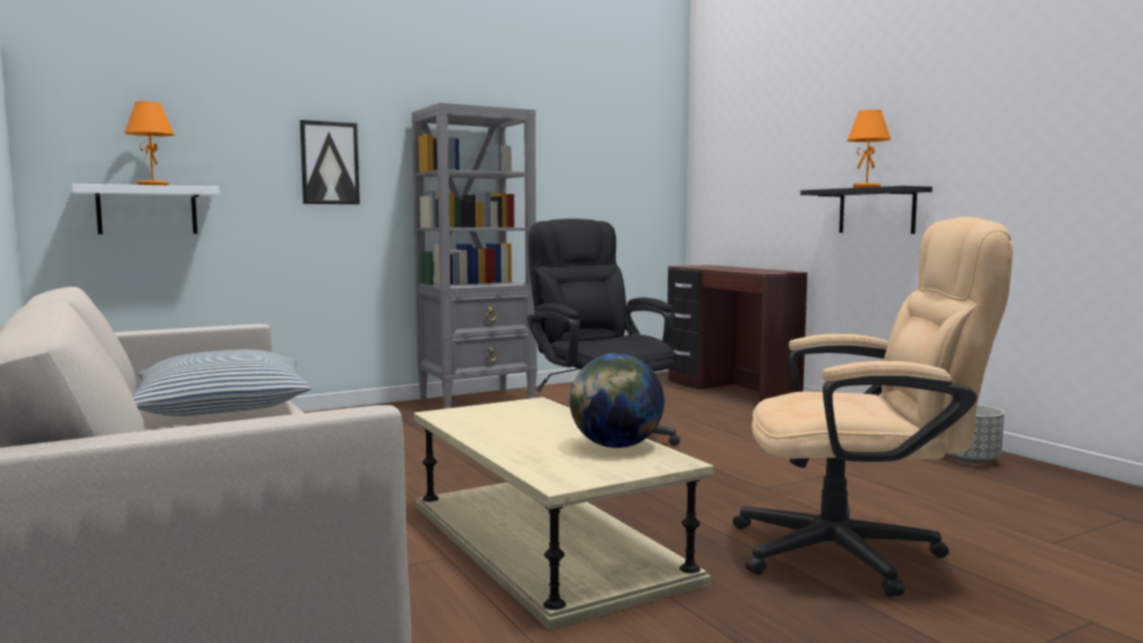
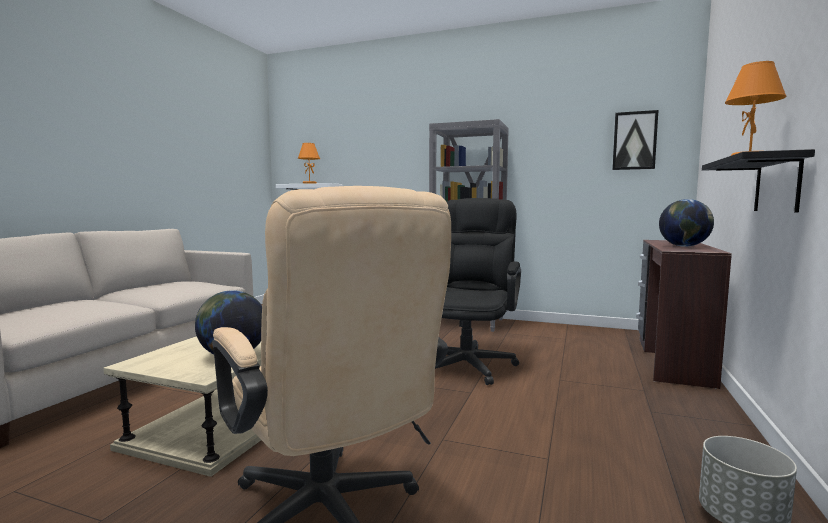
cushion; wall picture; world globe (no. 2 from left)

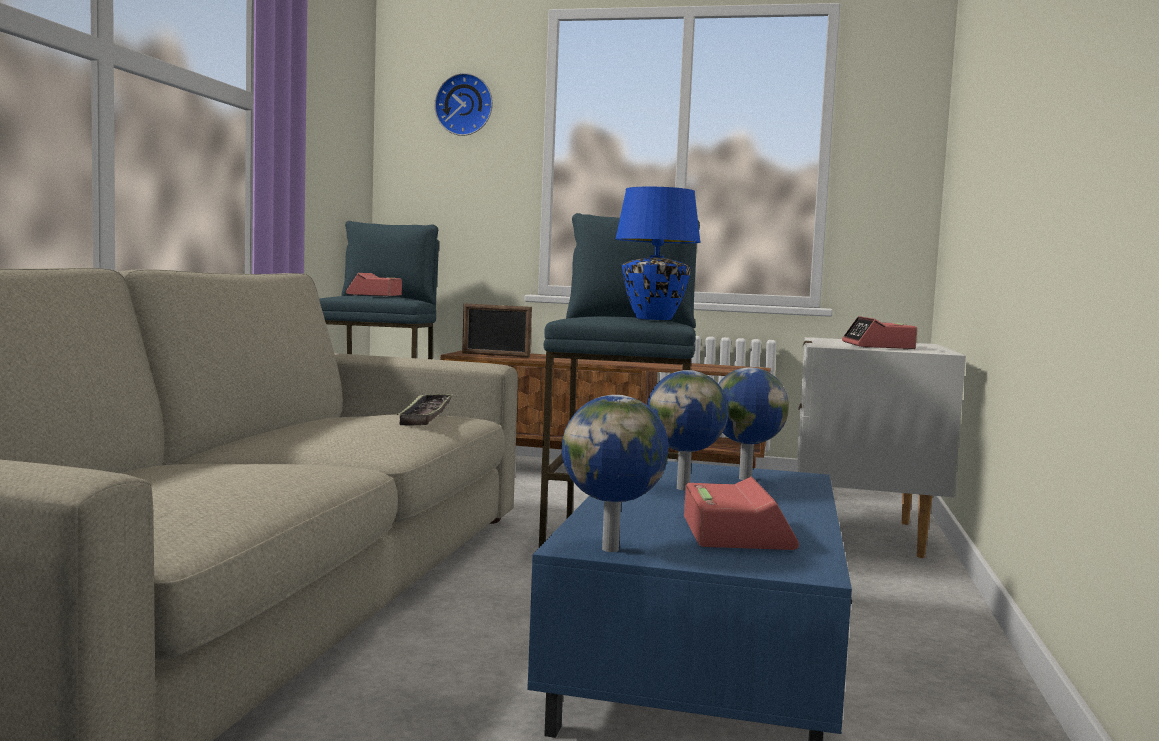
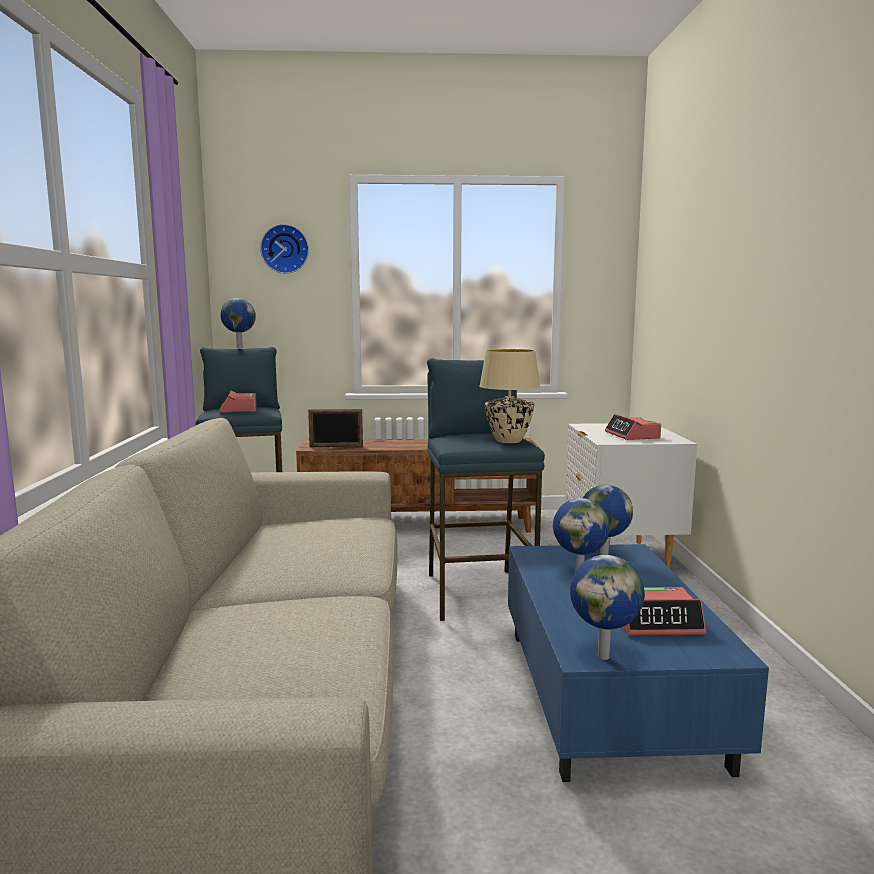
serving tray; tabletop lamp (sand-coloured); bedside clock (no. 3 from left); world globe (no. 1 from left)

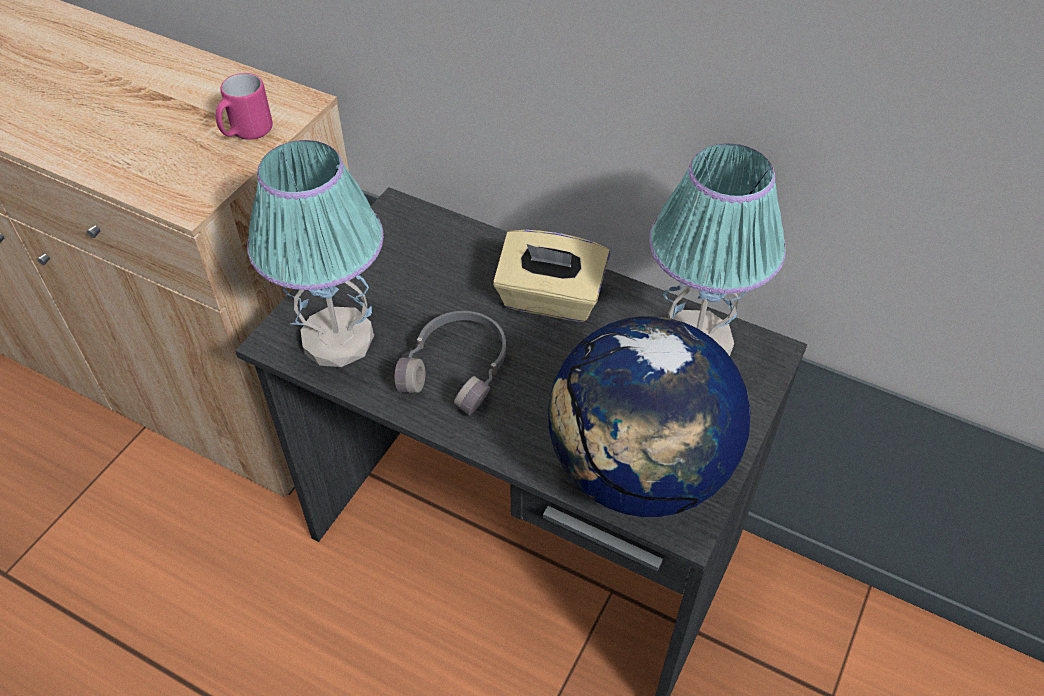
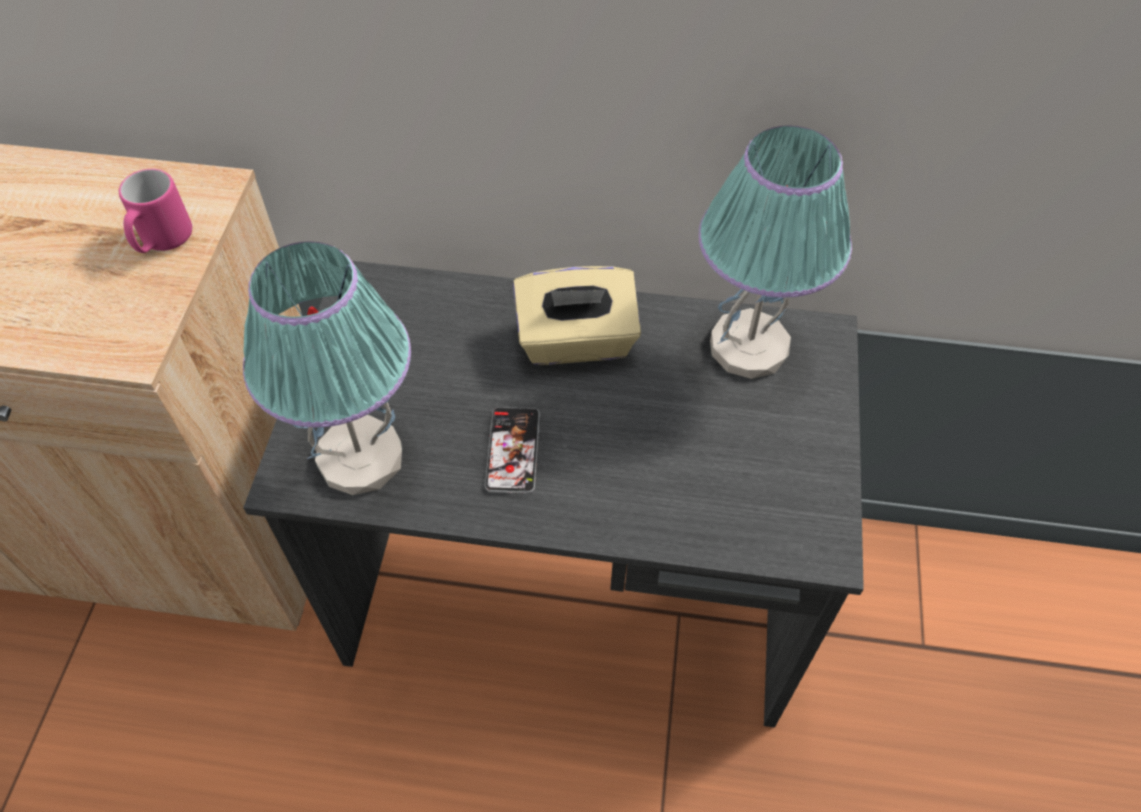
telephone; world globe

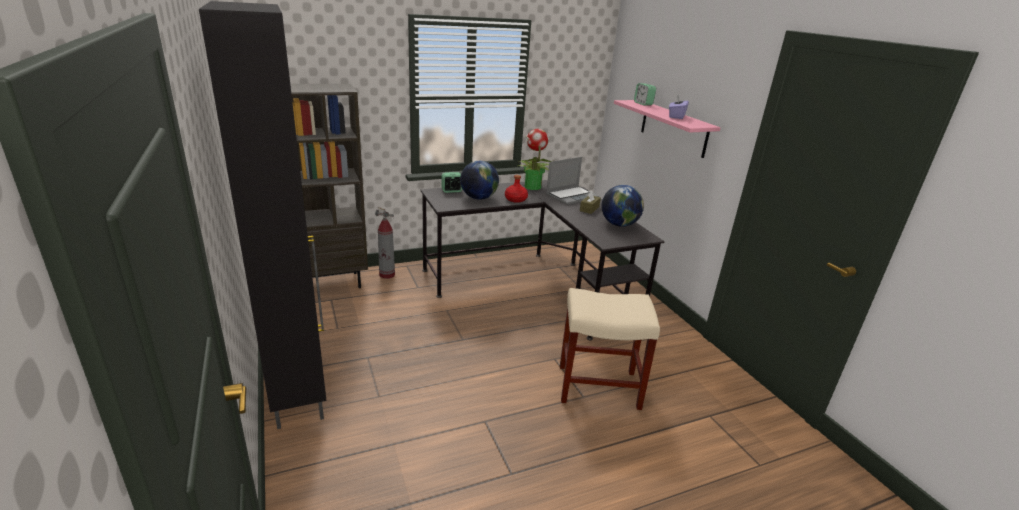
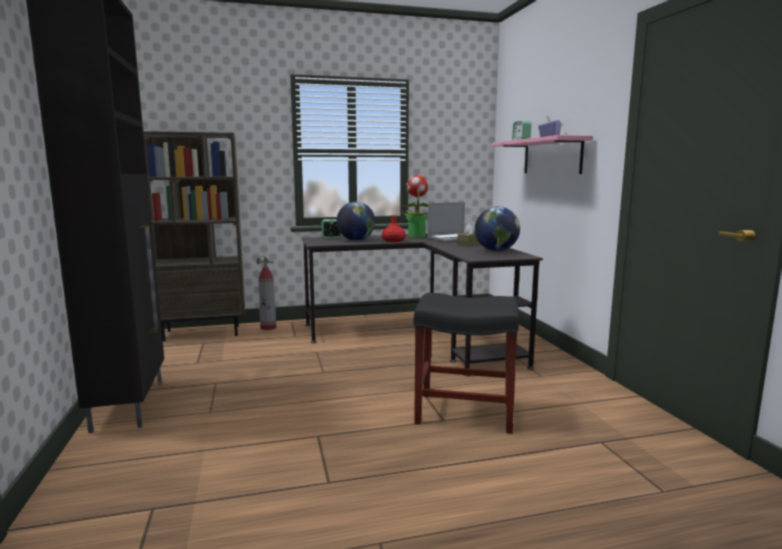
stool seat (blackish)

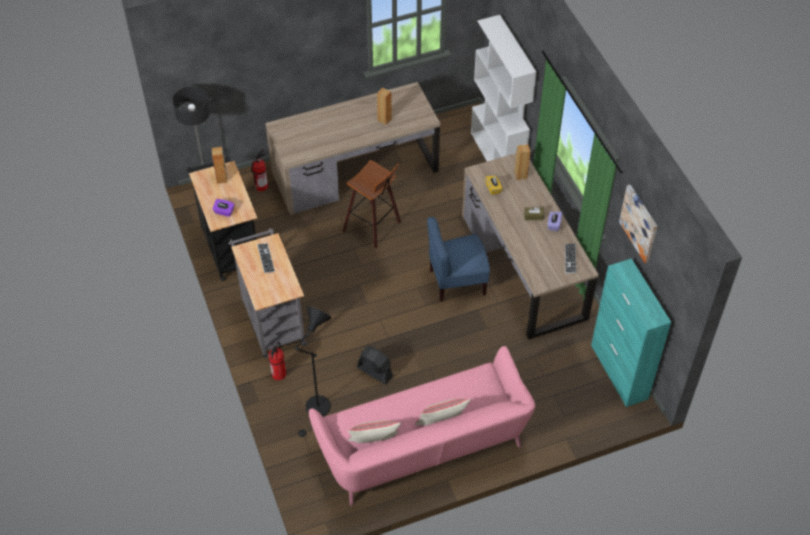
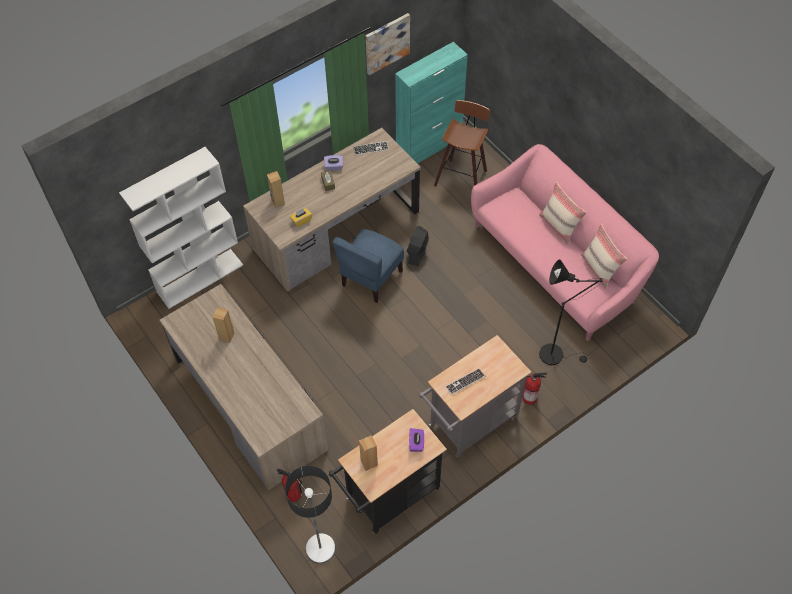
stool seat; cooling fan (blackish); chair (blue-coloured)

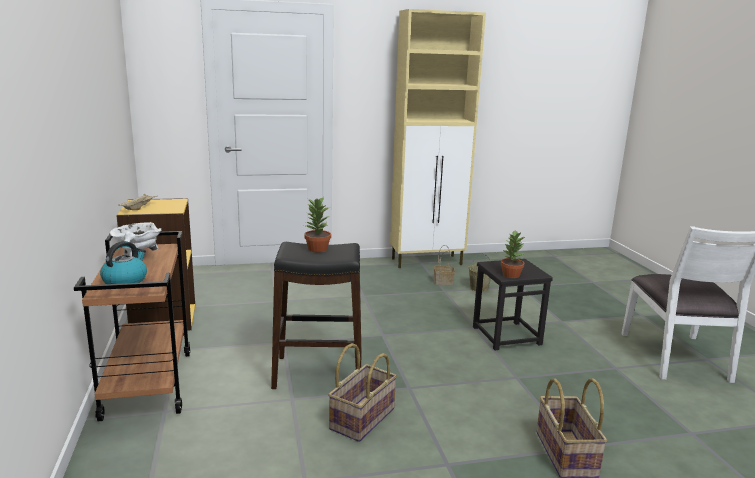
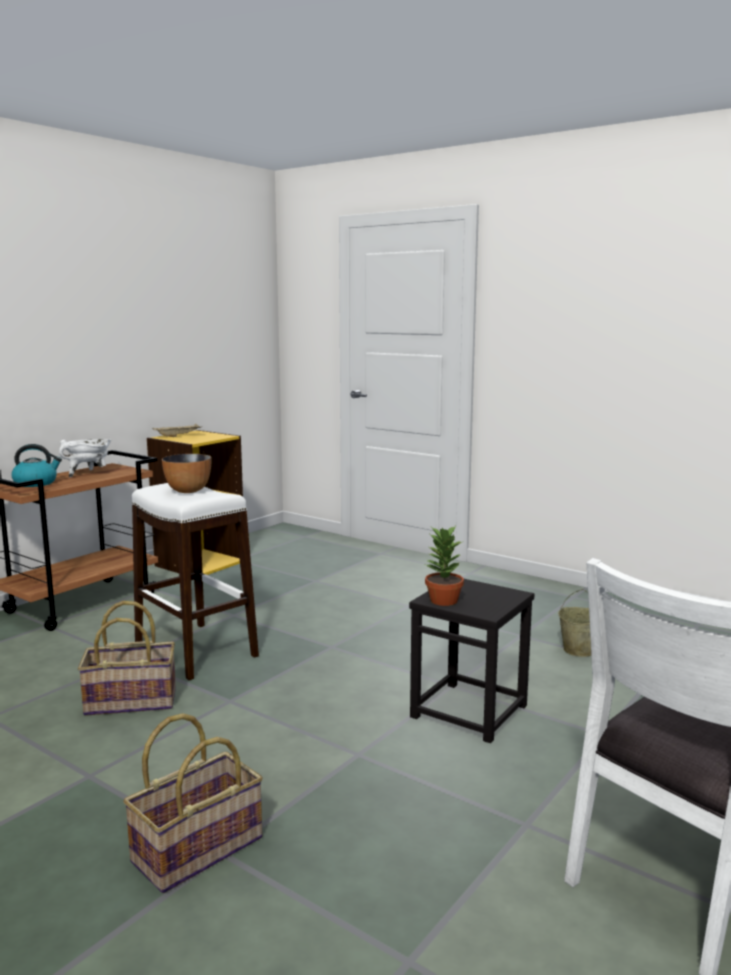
stool seat (white-coloured); bowl; storage cabinet (sand-coloured); basket (no. 2 from left in the first image)

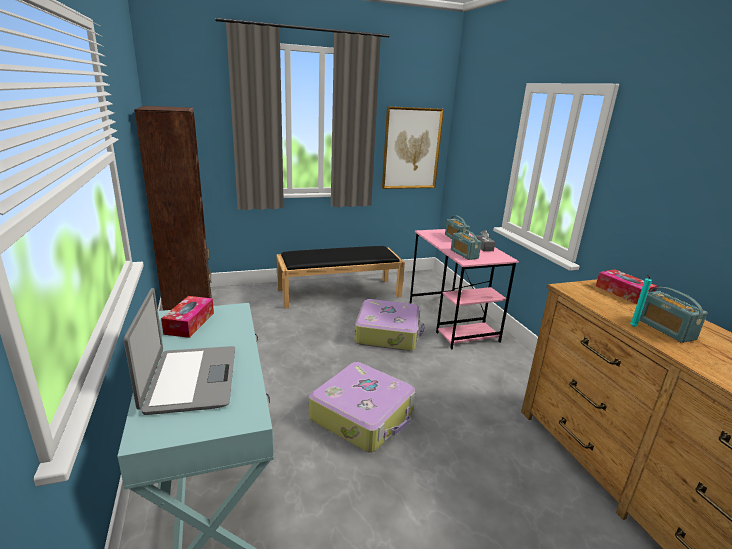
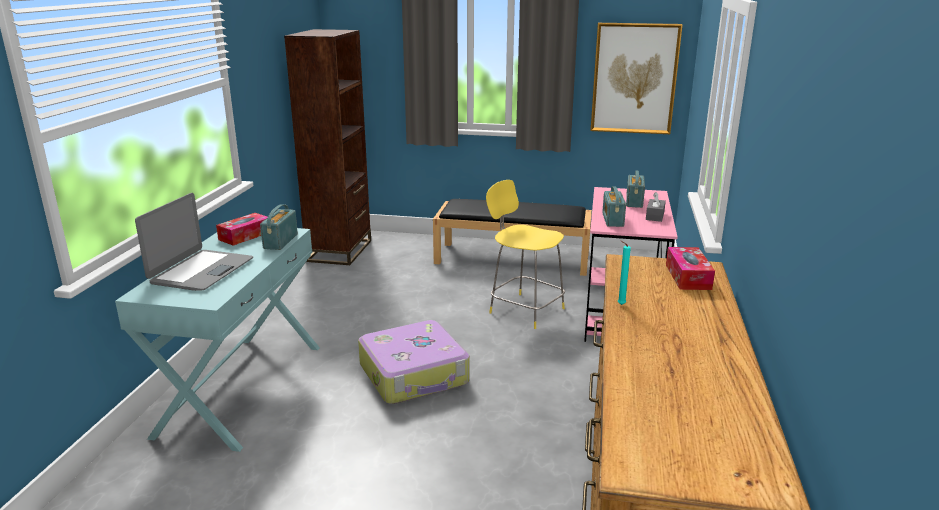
stool seat (yellowish); radio receiver (no. 1 from left)

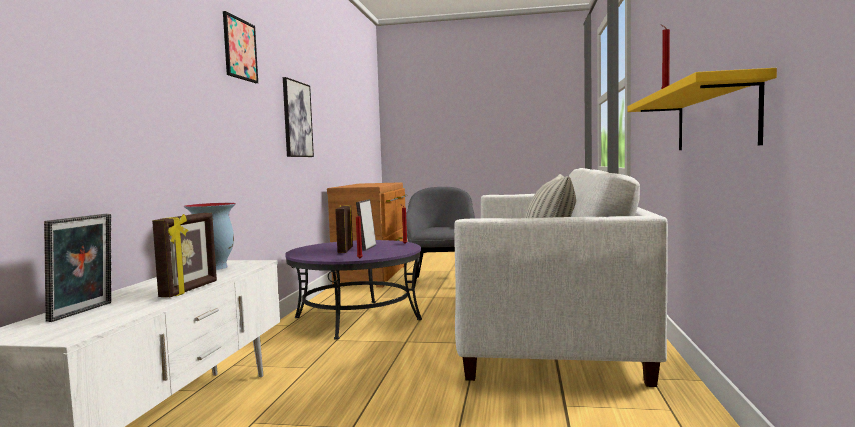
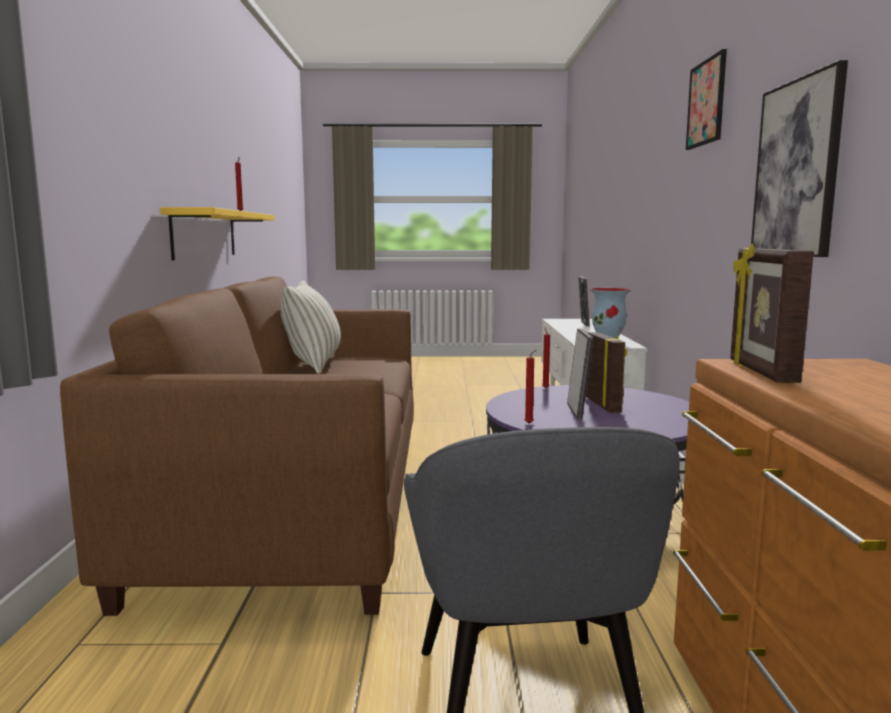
picture frame (no. 4 from left); settee (brown)

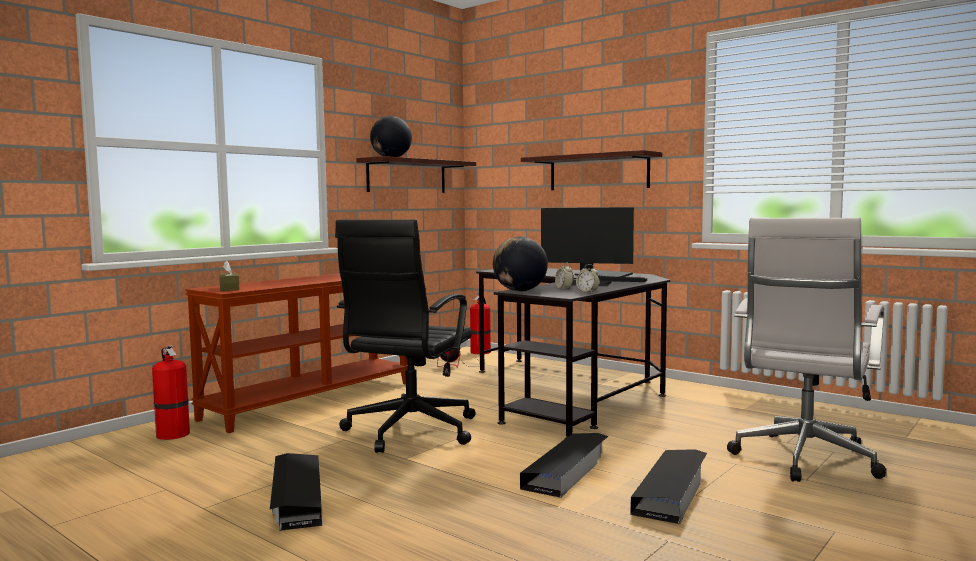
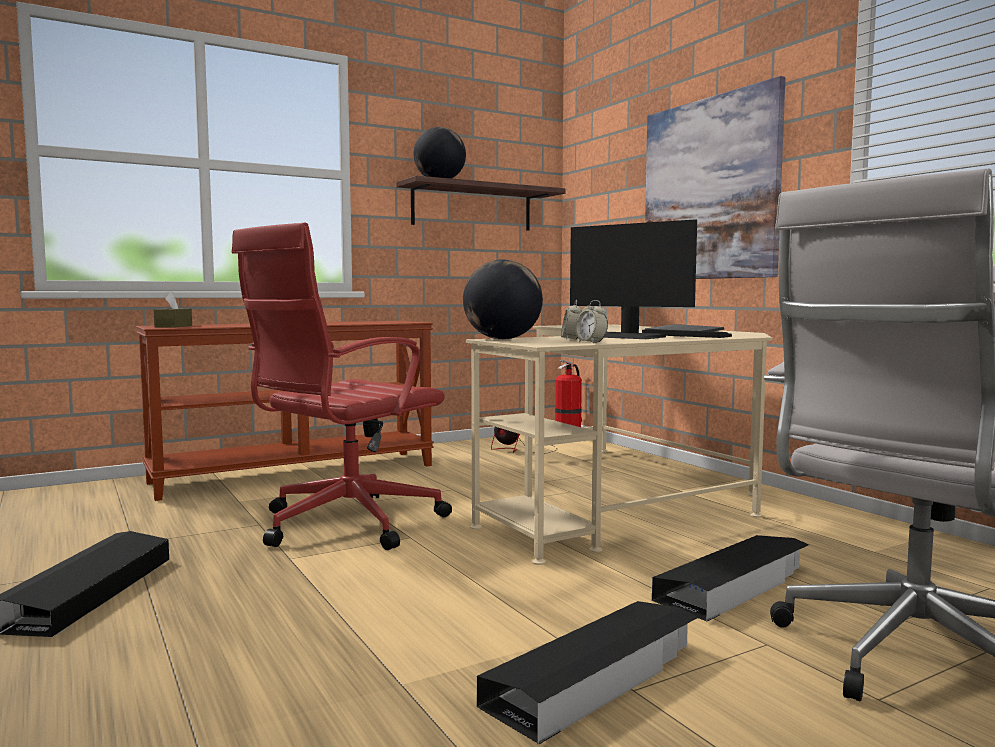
extinguisher (no. 1 from left in the first image); desk chair (red); desk (sand-coloured); storage bin (blackish) (no. 3 from left); wall picture

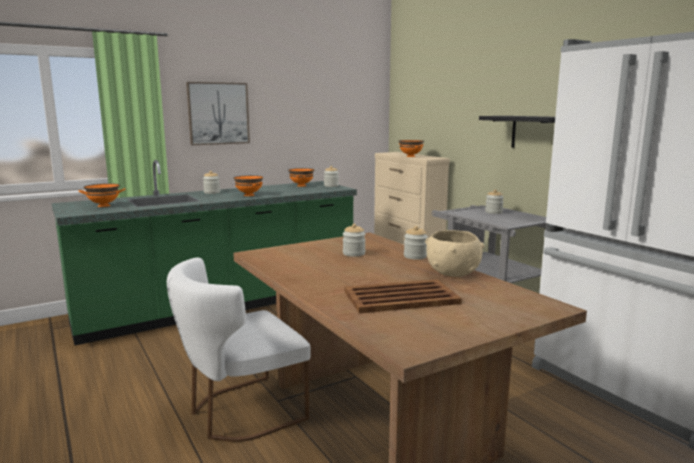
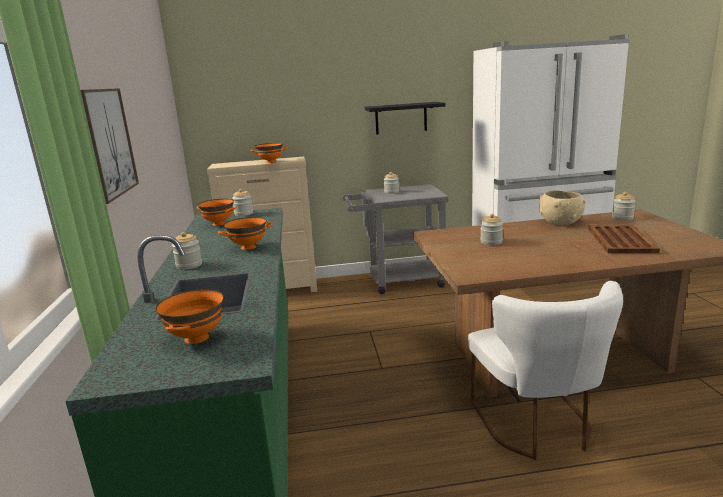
preserve jar (no. 5 from left)

